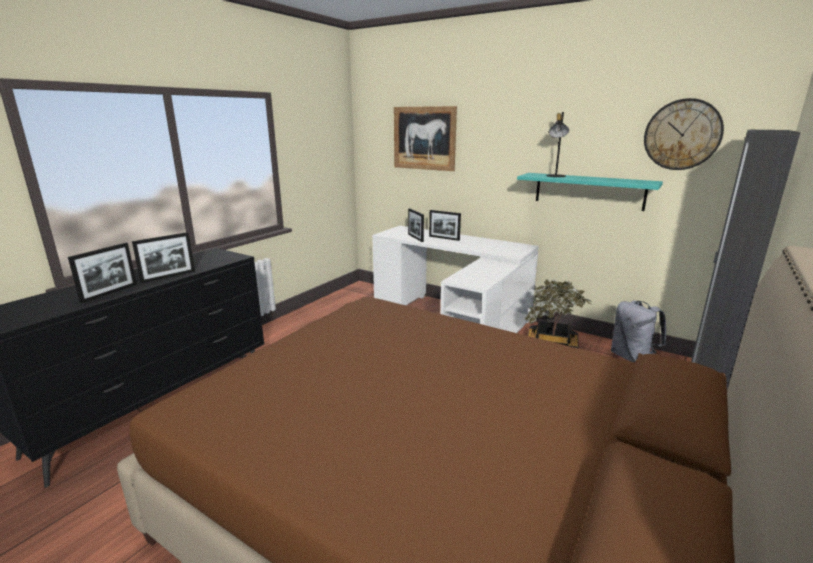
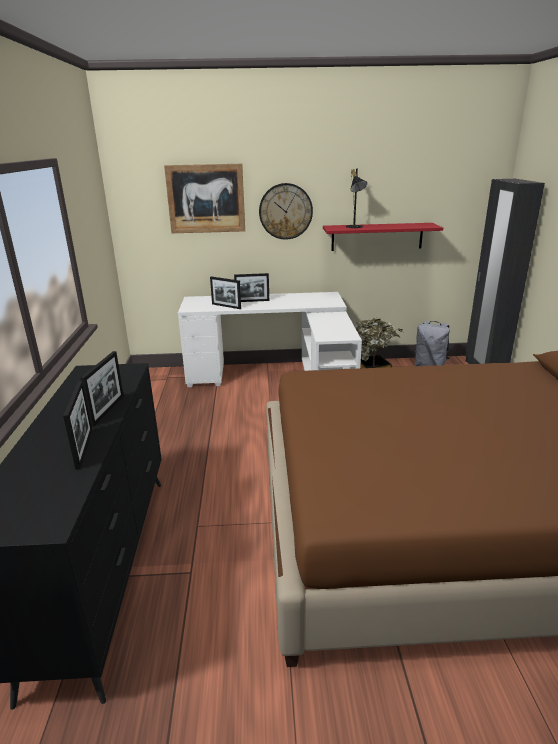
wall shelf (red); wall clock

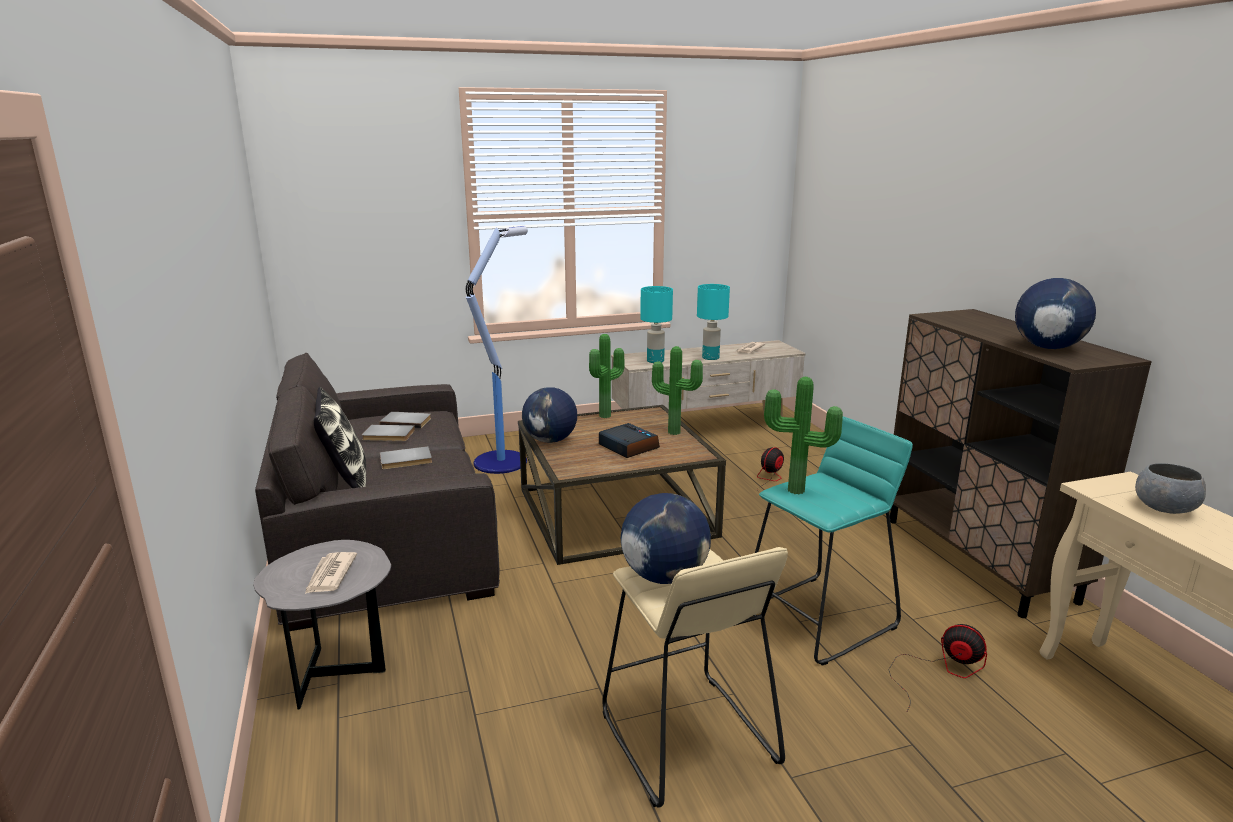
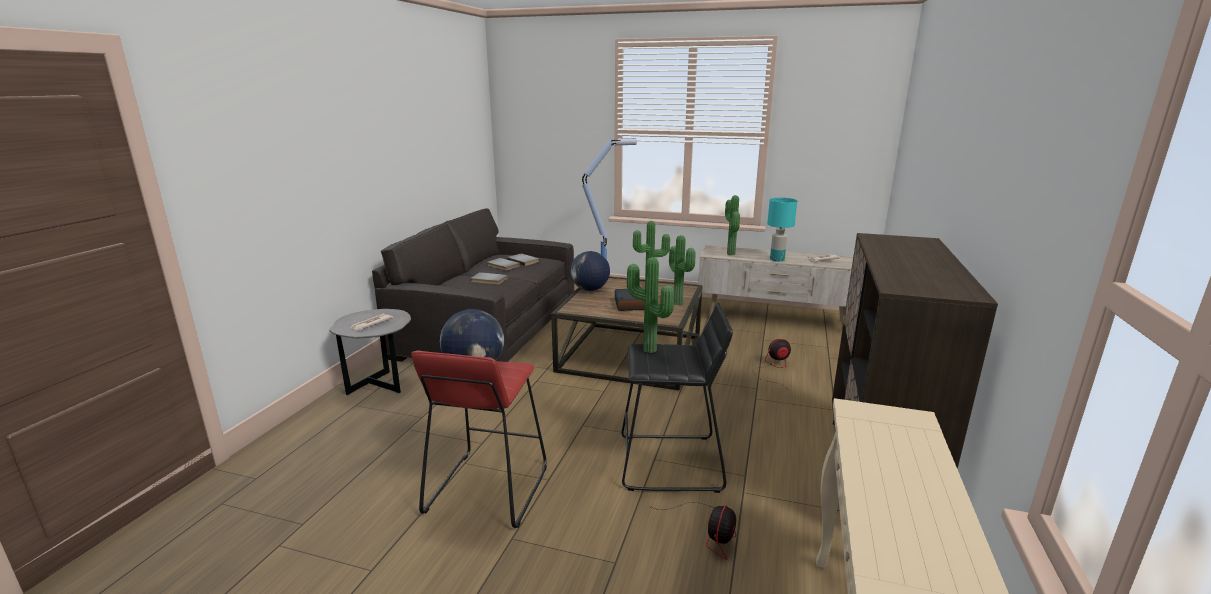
cushion; stool seat (red); plant in a pot (no. 4 from left); stool seat (blackish); cooling fan (no. 1 from left); world globe (no. 3 from left in the first image); bowl (grey)

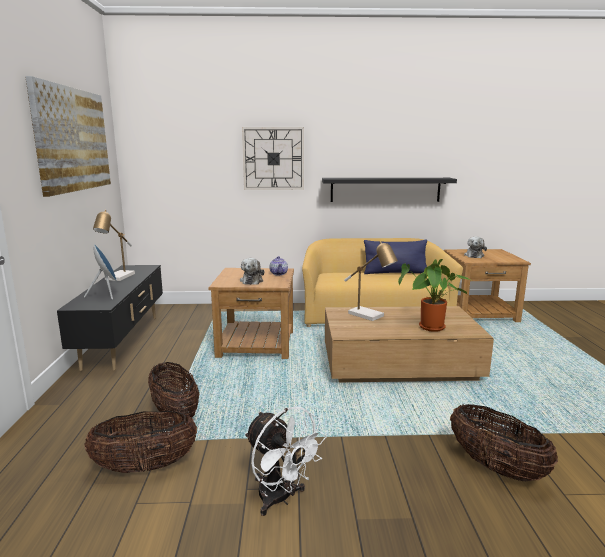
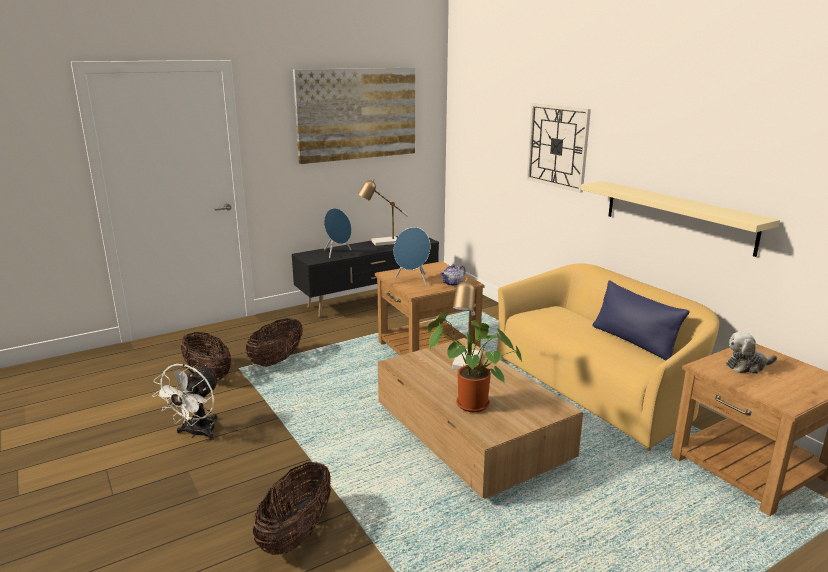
audio speaker (blue-coloured) (no. 2 from left); wall shelf (sand-coloured)

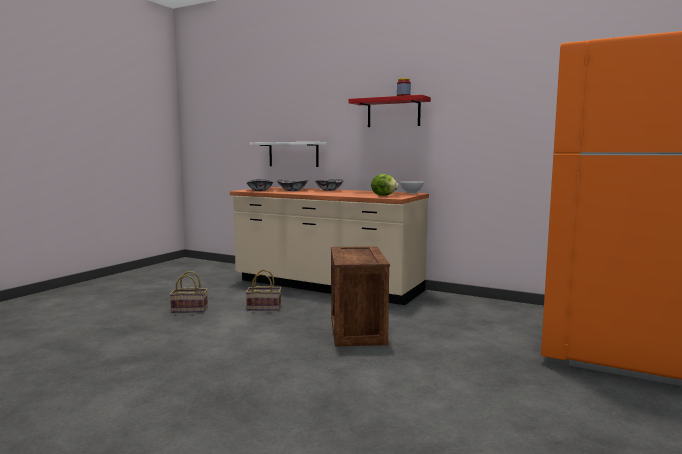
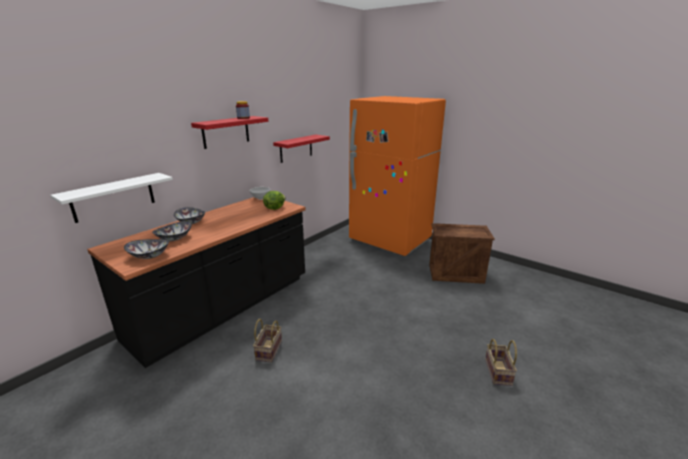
basket (no. 2 from left); counter (blackish); shipping crate; wall shelf (red) (no. 2 from left)

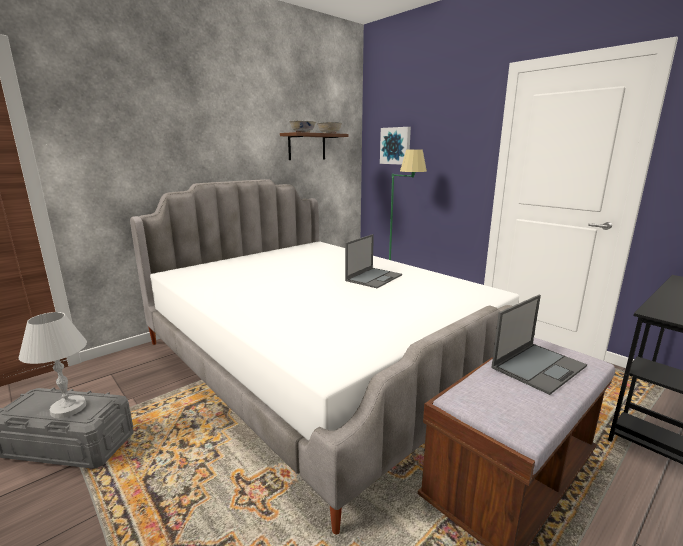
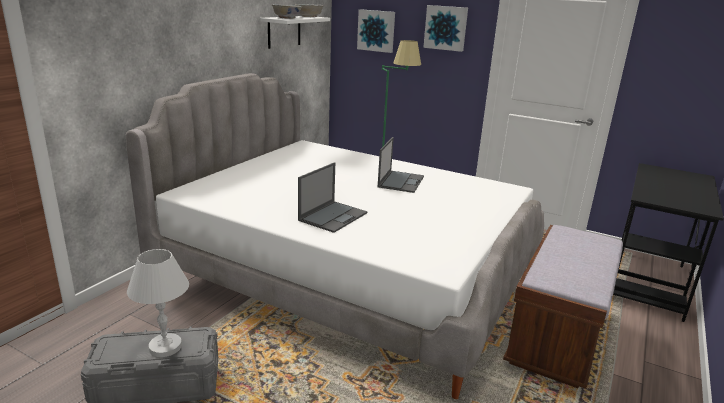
wall shelf (white-coloured); portable computer (no. 1 from left); wall picture (no. 2 from left)

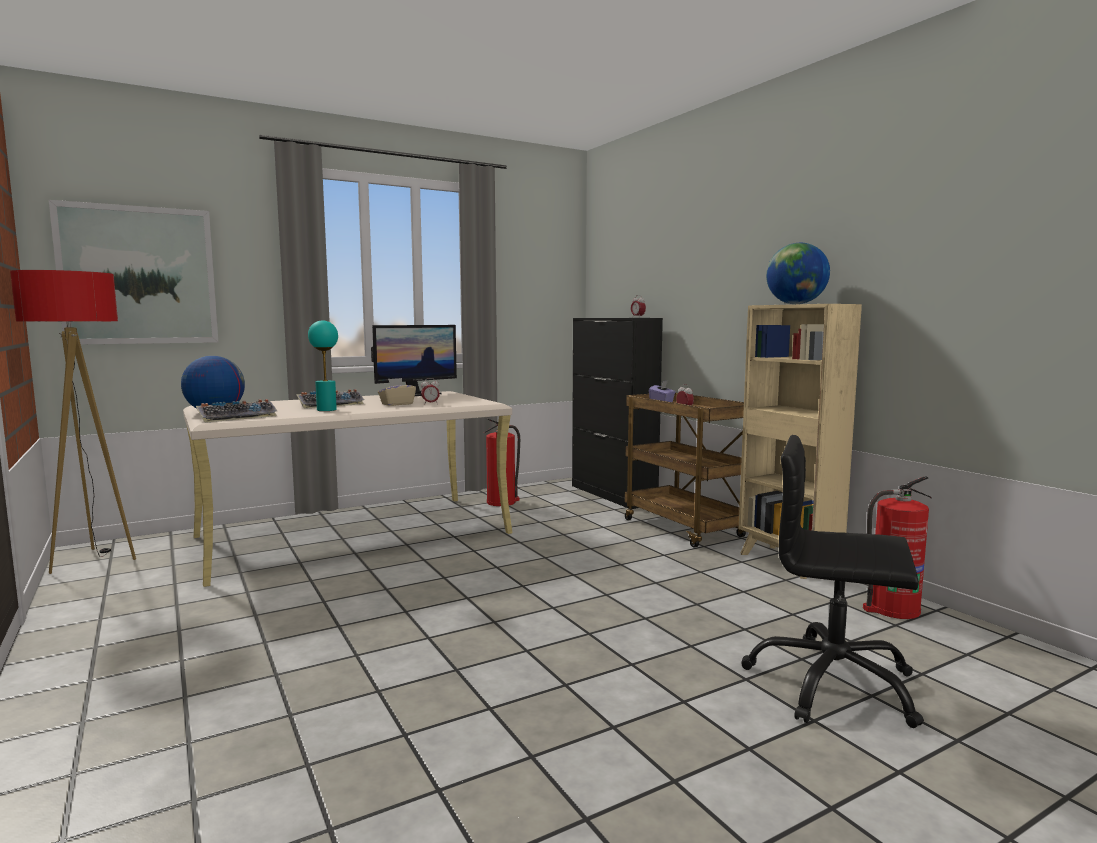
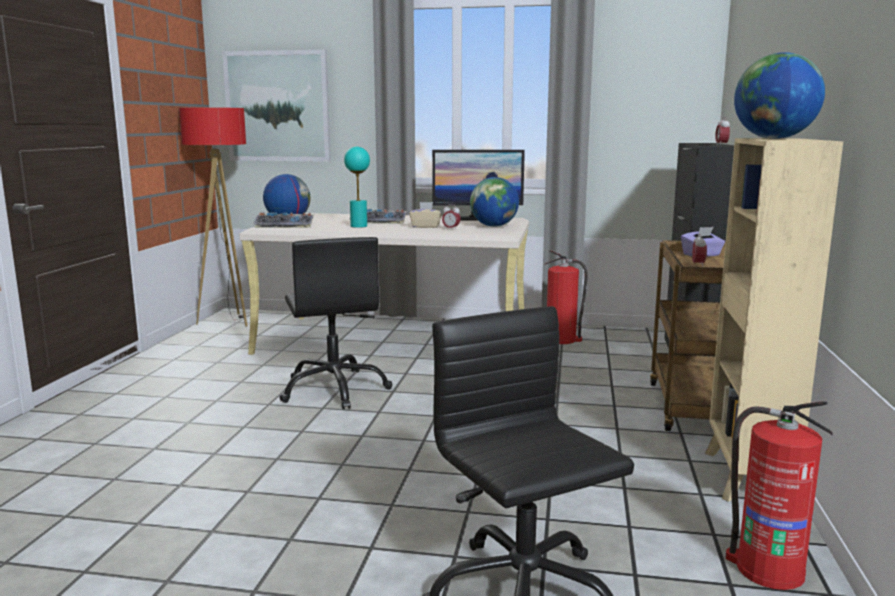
desk chair (blackish) (no. 1 from left); world globe (no. 2 from left)

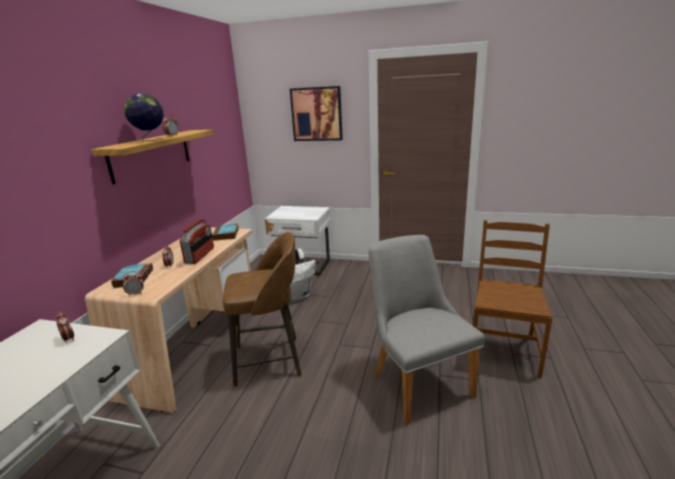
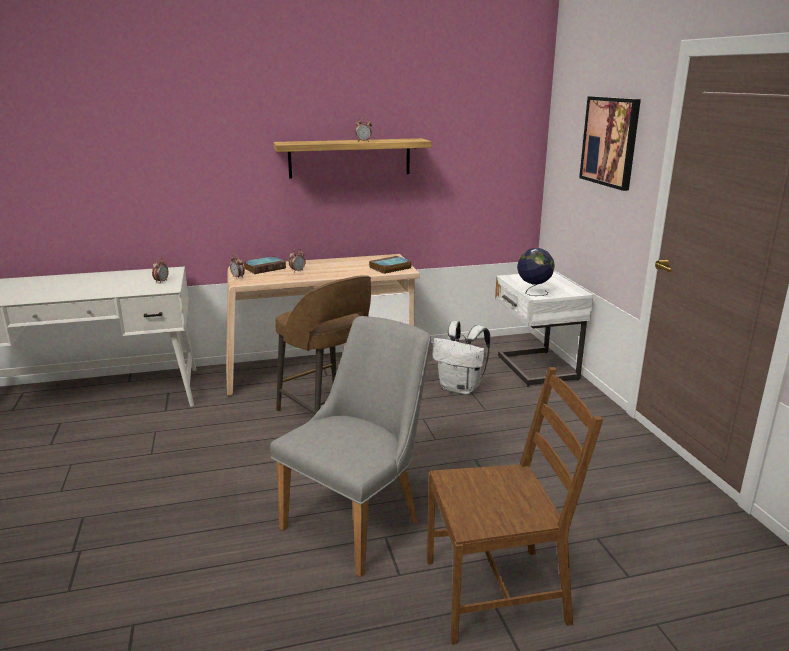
world globe; radio receiver

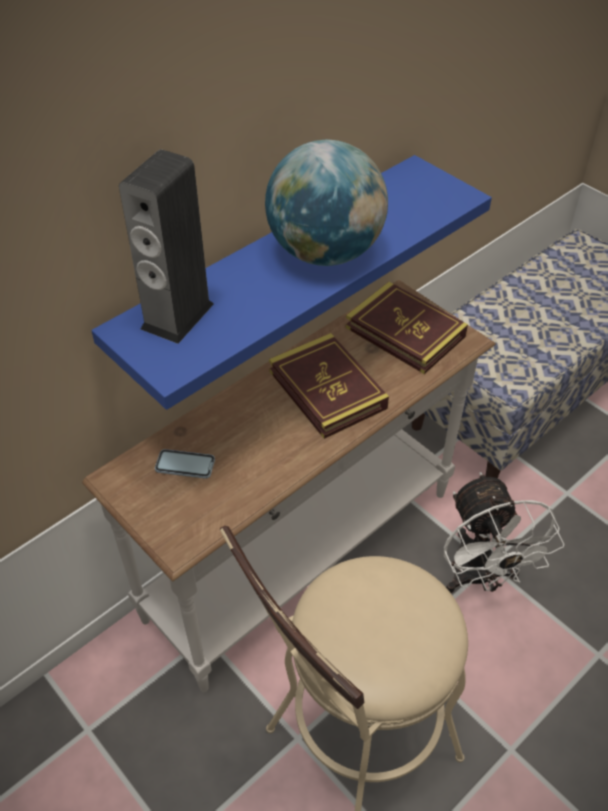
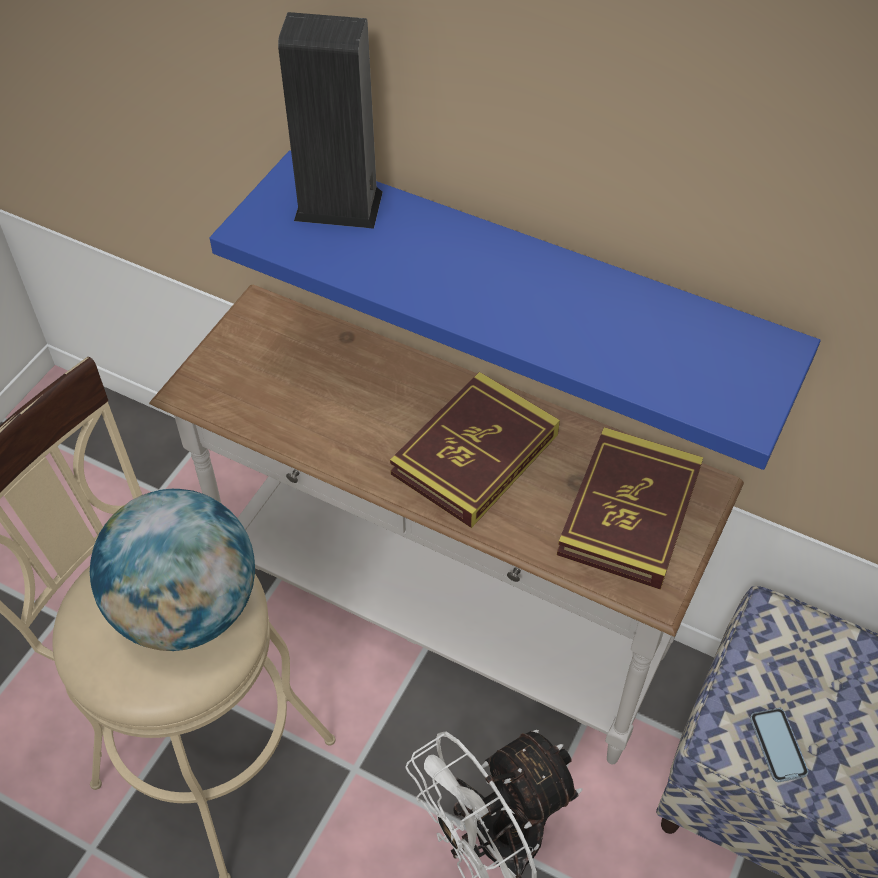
telephone; world globe

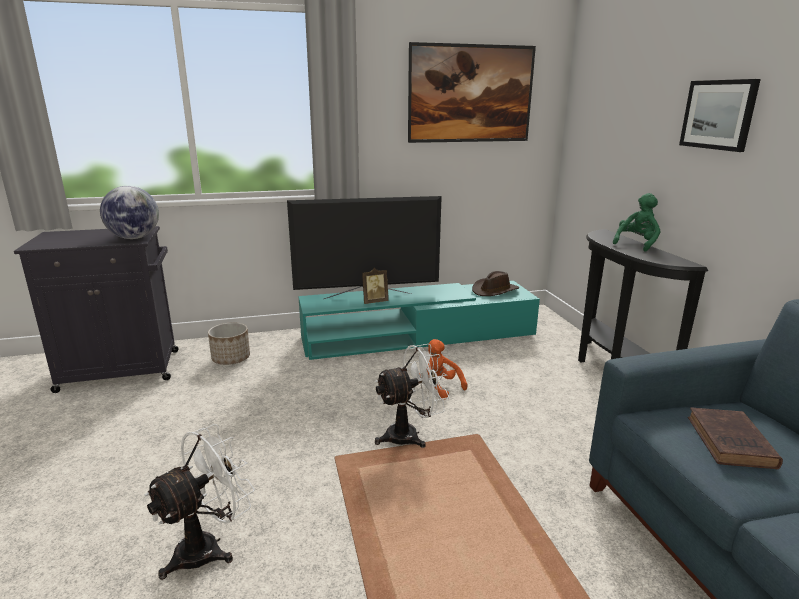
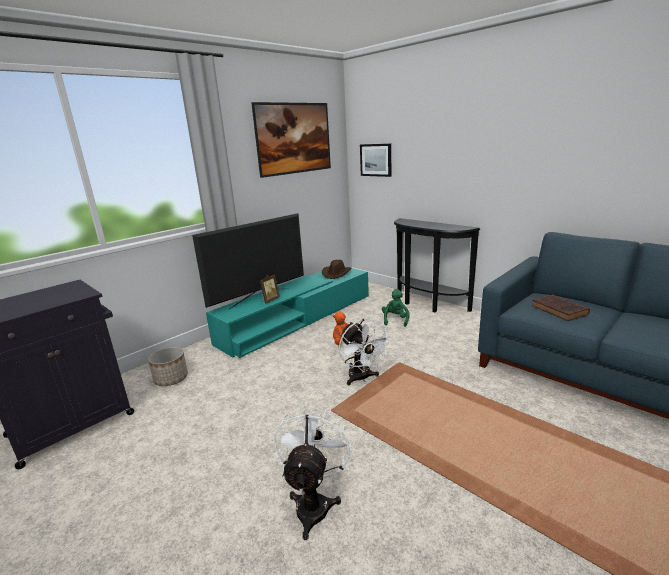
world globe; cooling fan (white-coloured) (no. 2 from left); plush toy (green); wall picture (no. 2 from left)

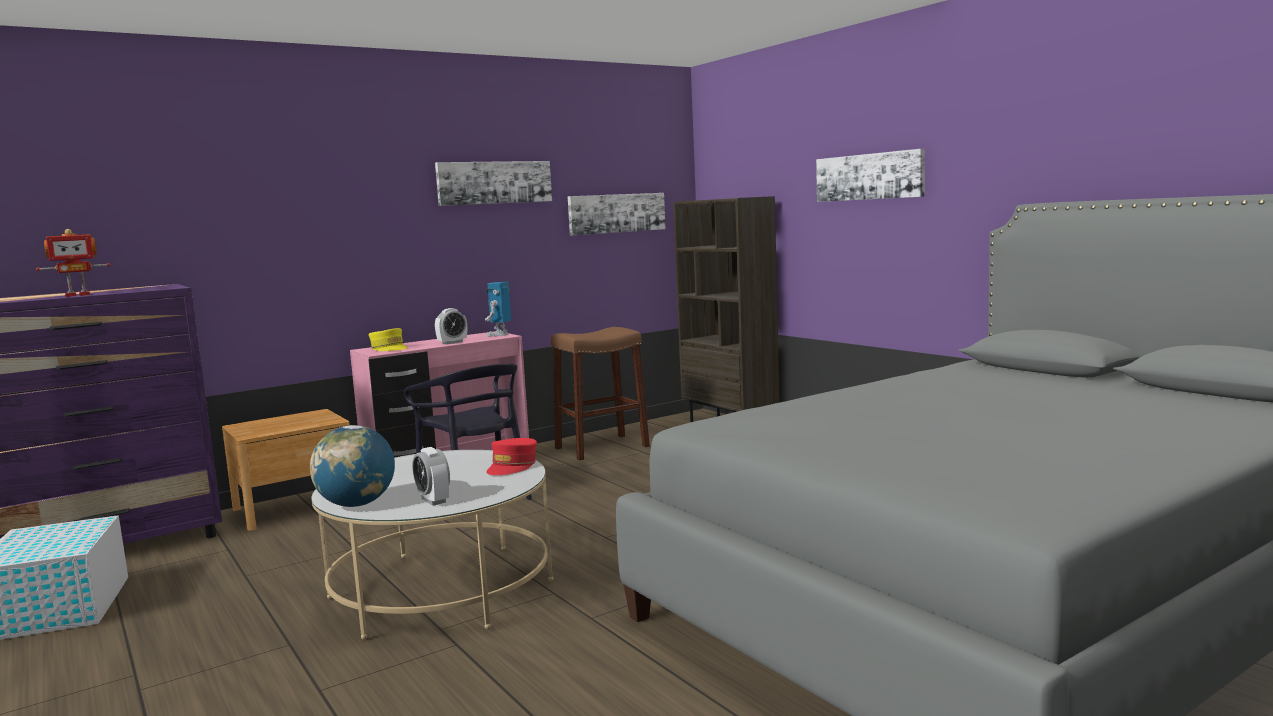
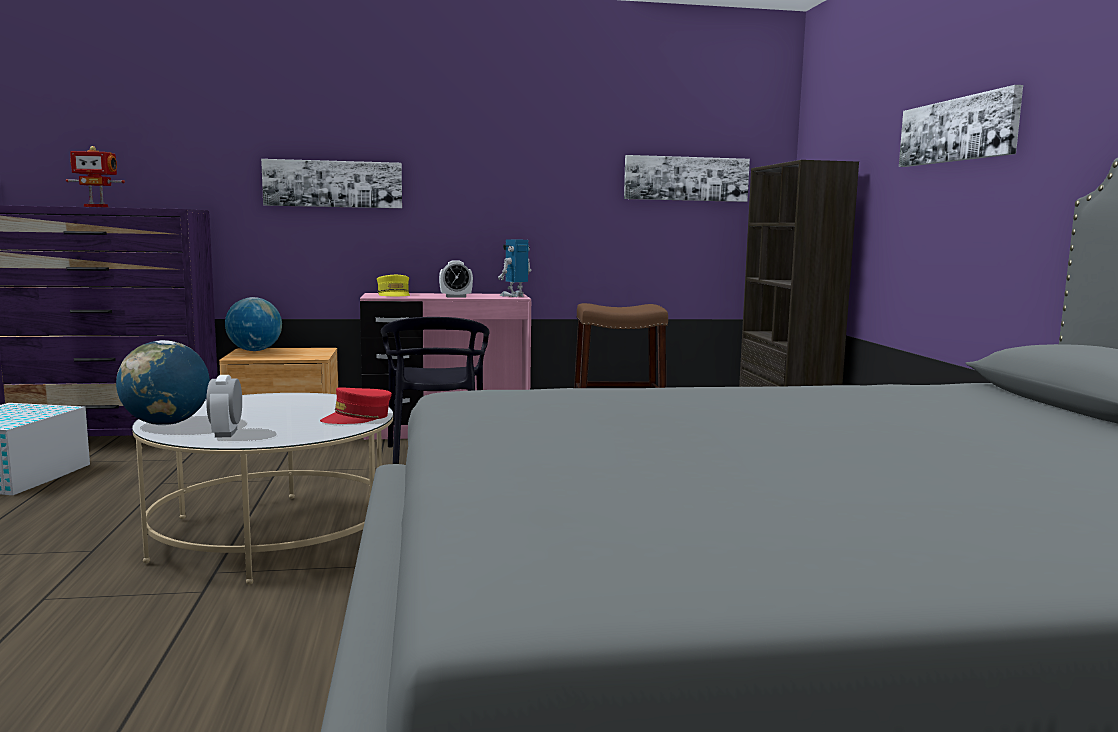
wall picture (no. 1 from left); world globe (no. 2 from left)

